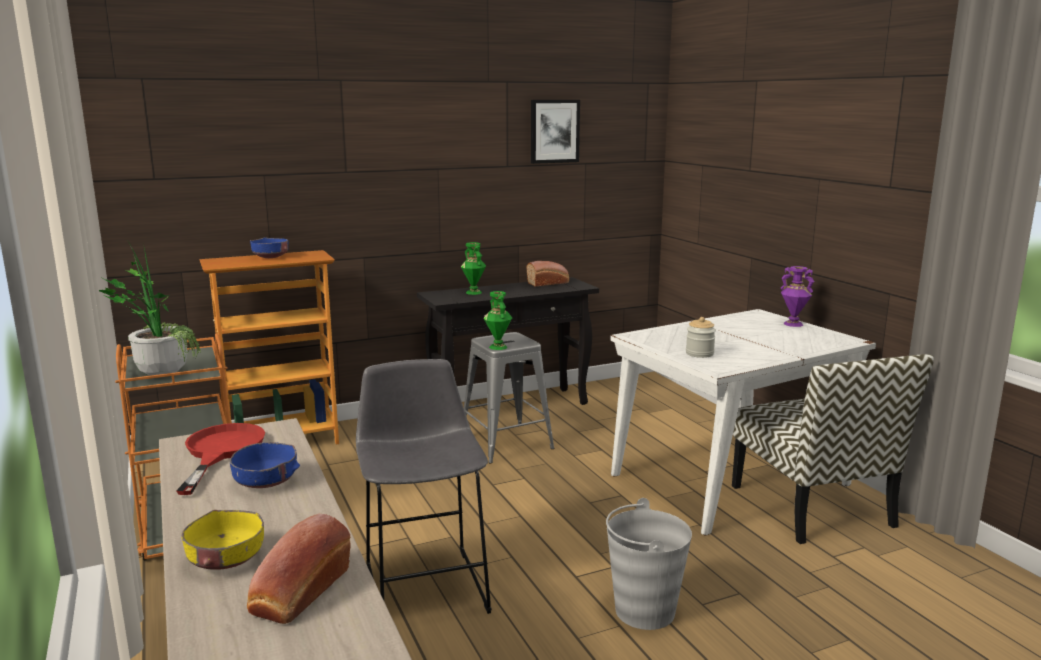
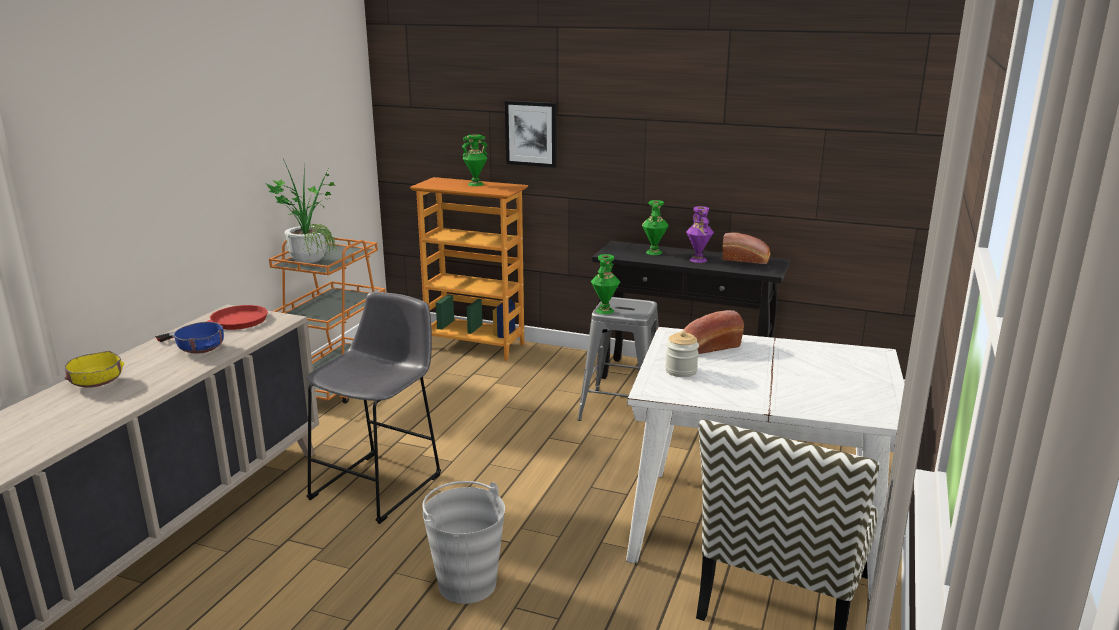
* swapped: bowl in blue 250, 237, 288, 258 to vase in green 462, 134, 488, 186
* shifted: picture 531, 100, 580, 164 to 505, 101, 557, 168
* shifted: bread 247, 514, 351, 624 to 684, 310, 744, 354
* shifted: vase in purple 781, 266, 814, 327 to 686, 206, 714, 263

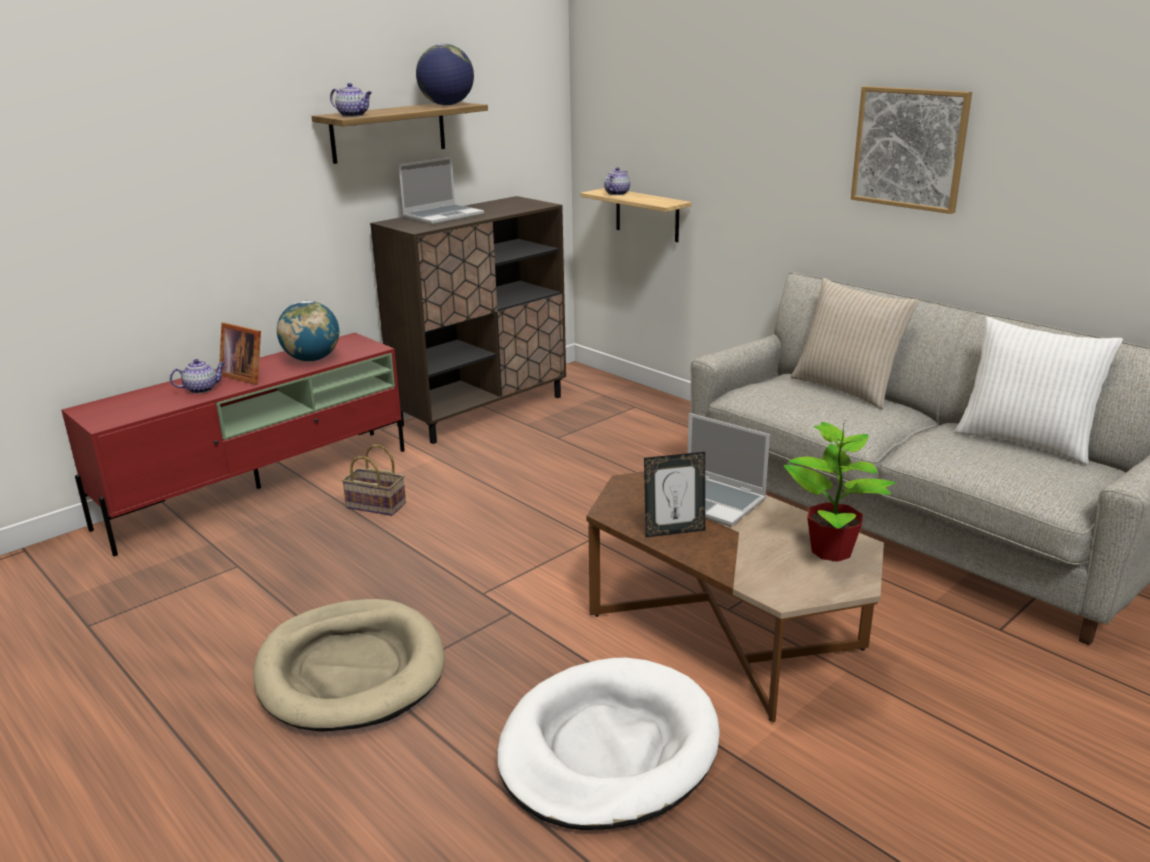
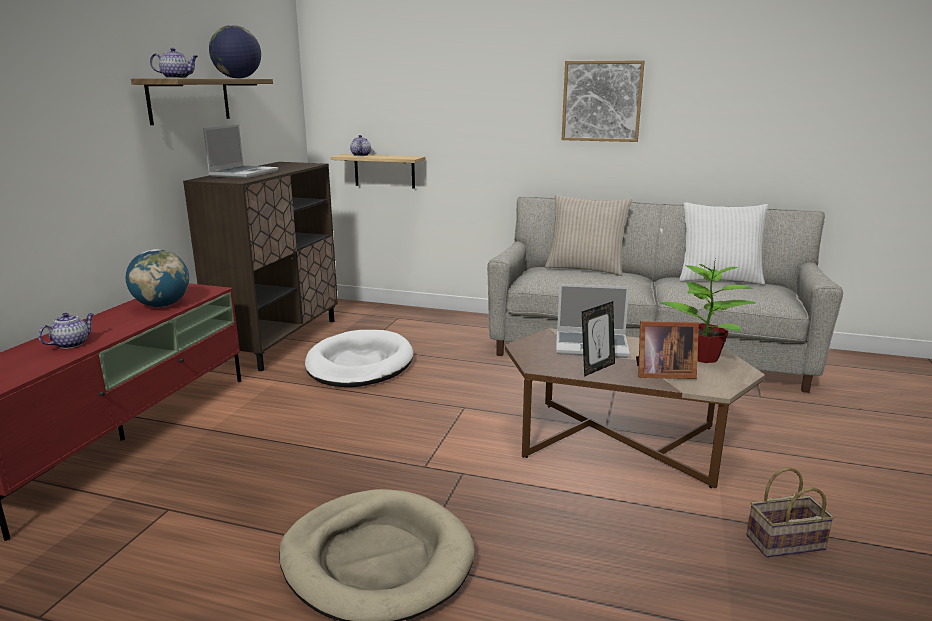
* shifted: dog bed in white 497, 658, 720, 830 to 305, 330, 413, 387
* shifted: picture frame 219, 323, 261, 385 to 636, 321, 699, 379
* shifted: basket 342, 445, 406, 516 to 746, 467, 834, 558

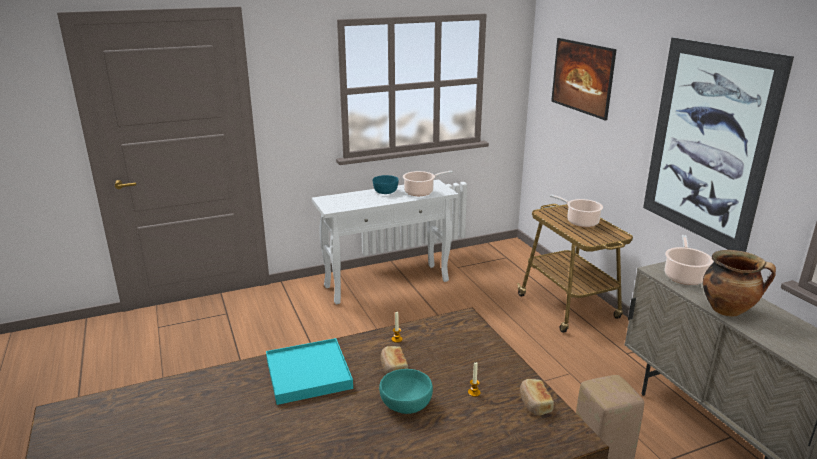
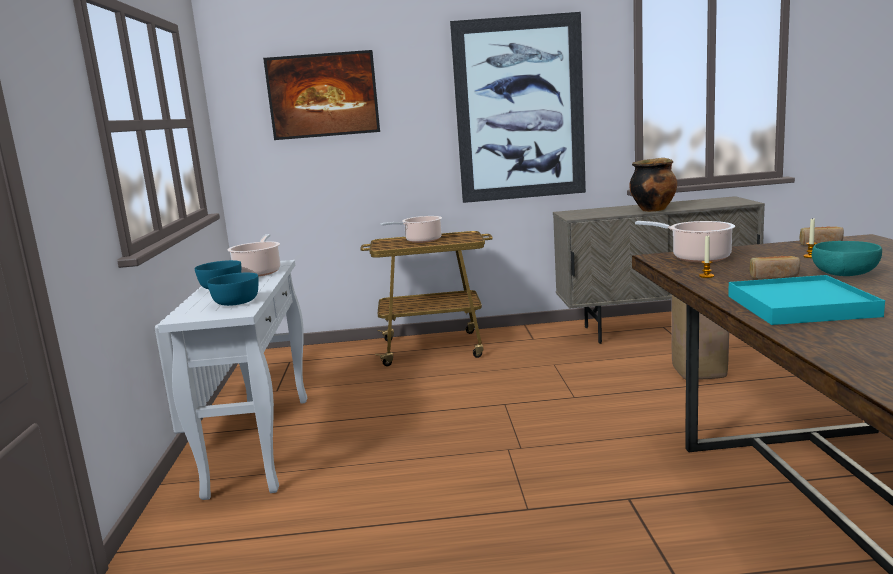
* new: bowl in turquoise 207, 272, 259, 306
* shifted: cooking pot 665, 235, 713, 285 to 635, 221, 735, 262

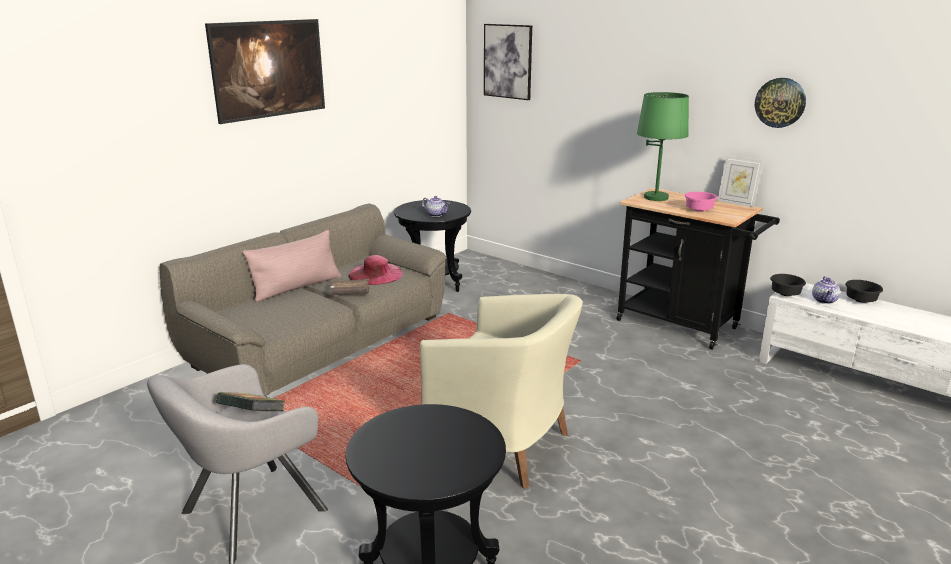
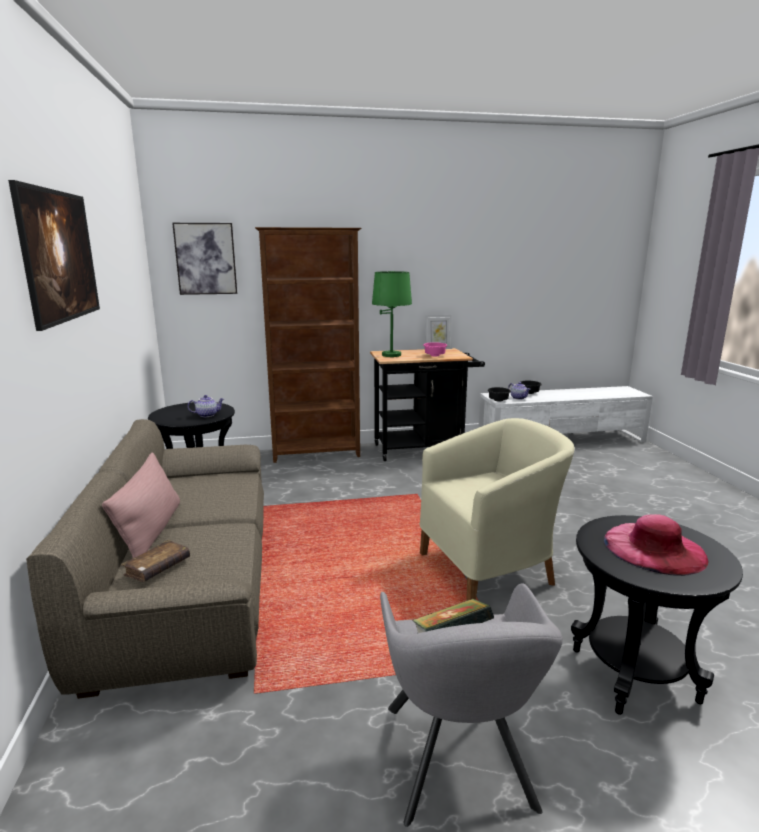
* shifted: book in brown 329, 279, 370, 295 to 121, 540, 190, 582
* new: bookcase in brown 255, 227, 362, 463
* shifted: hat in pink 349, 255, 403, 285 to 604, 514, 709, 576
* gone: wall clock 755, 78, 806, 128

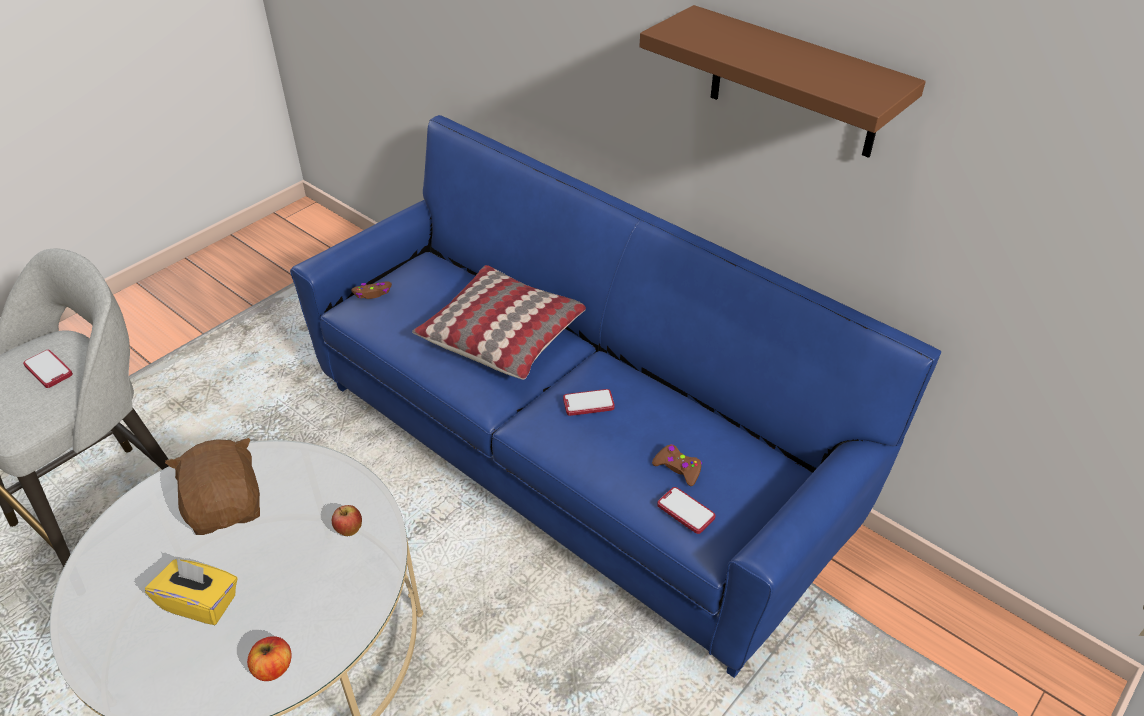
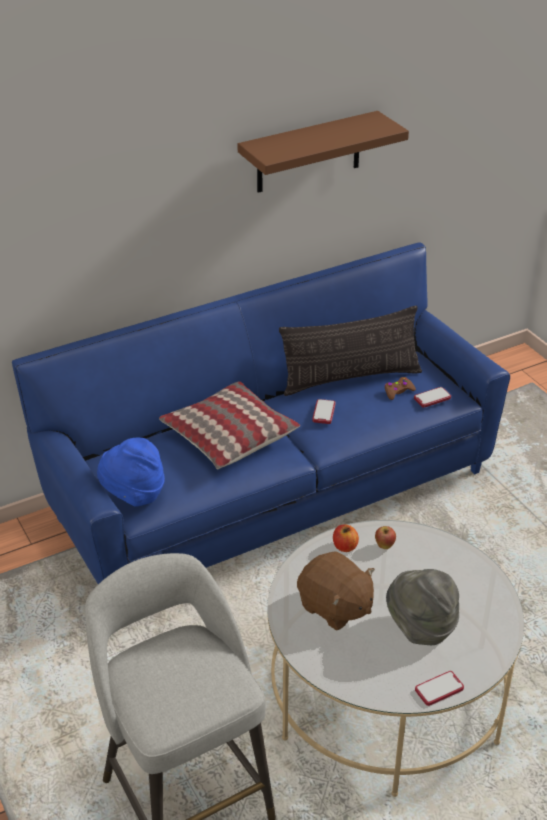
* swapped: game controller in brown 351, 281, 392, 299 to hat in blue 97, 438, 165, 507
* new: pillow 279, 305, 422, 396
* rotated: plush toy in brown 165, 438, 260, 535 = 297, 551, 375, 631 135 degrees counterclockwise
* shifted: apple 247, 636, 292, 681 to 333, 525, 359, 552
* swapped: tissue box in yellow 145, 558, 237, 625 to hat in grey 386, 569, 459, 645
* shifted: phone 23, 350, 73, 388 to 415, 671, 464, 706

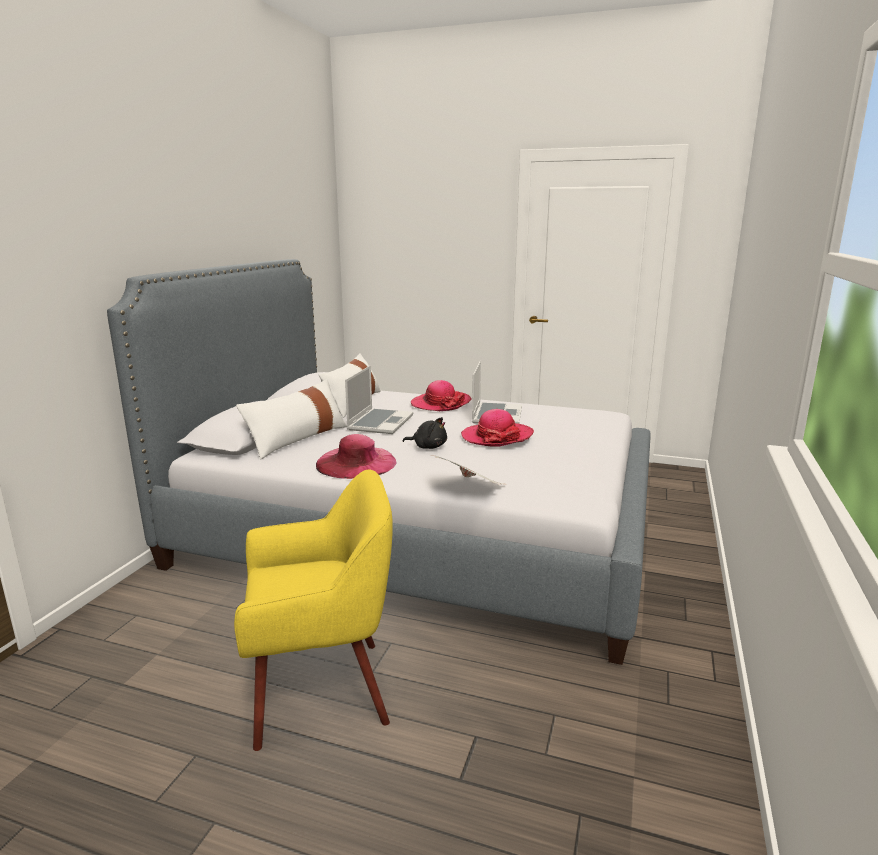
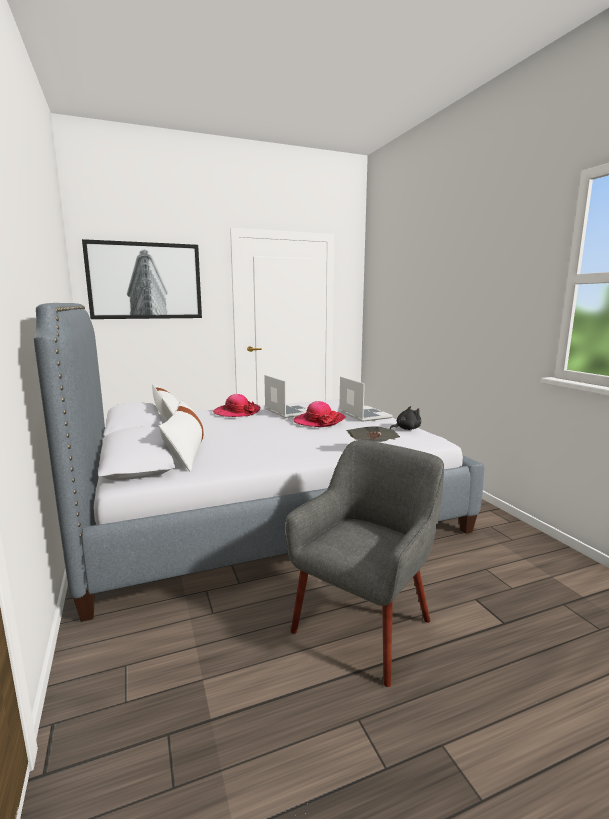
* new: picture 82, 239, 202, 319
* repainted: armchair in yellow 234, 470, 393, 751 to armchair in grey 285, 440, 444, 687
* shifted: laptop 345, 365, 413, 434 to 339, 376, 393, 422
* shifted: plush toy in black 403, 417, 447, 449 to 390, 406, 421, 430
* gone: hat in pink 316, 434, 397, 479

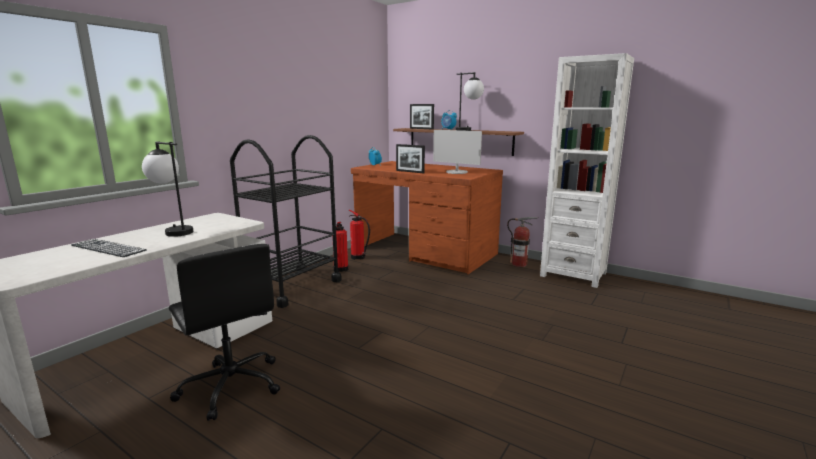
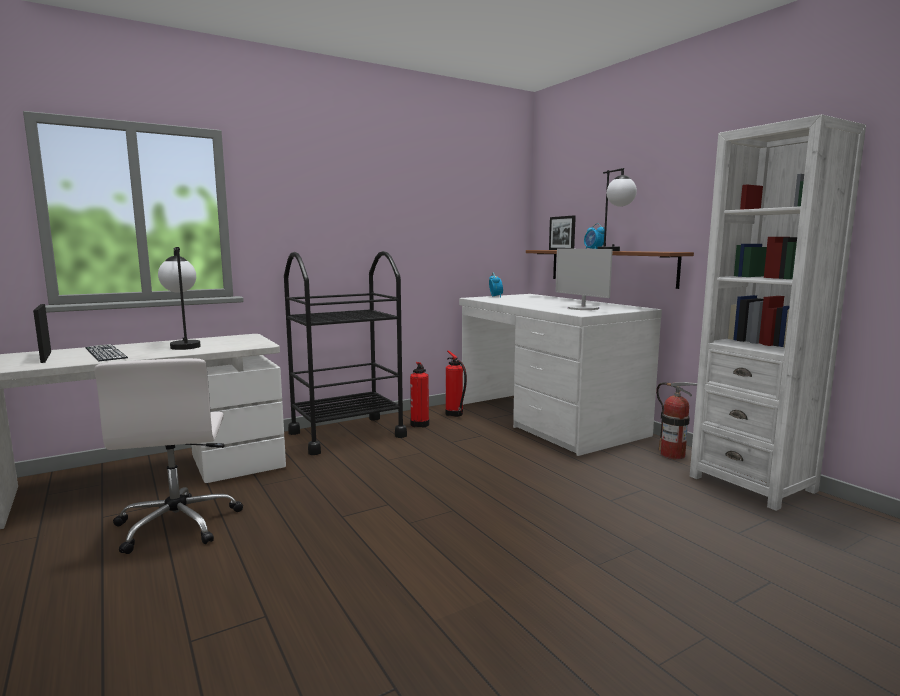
* shifted: picture frame 396, 144, 425, 173 to 33, 304, 51, 363
* repainted: office chair in black 169, 244, 280, 421 to office chair in white 94, 358, 243, 554
* repainted: desk in brown 351, 161, 503, 274 to desk in white 459, 294, 662, 456

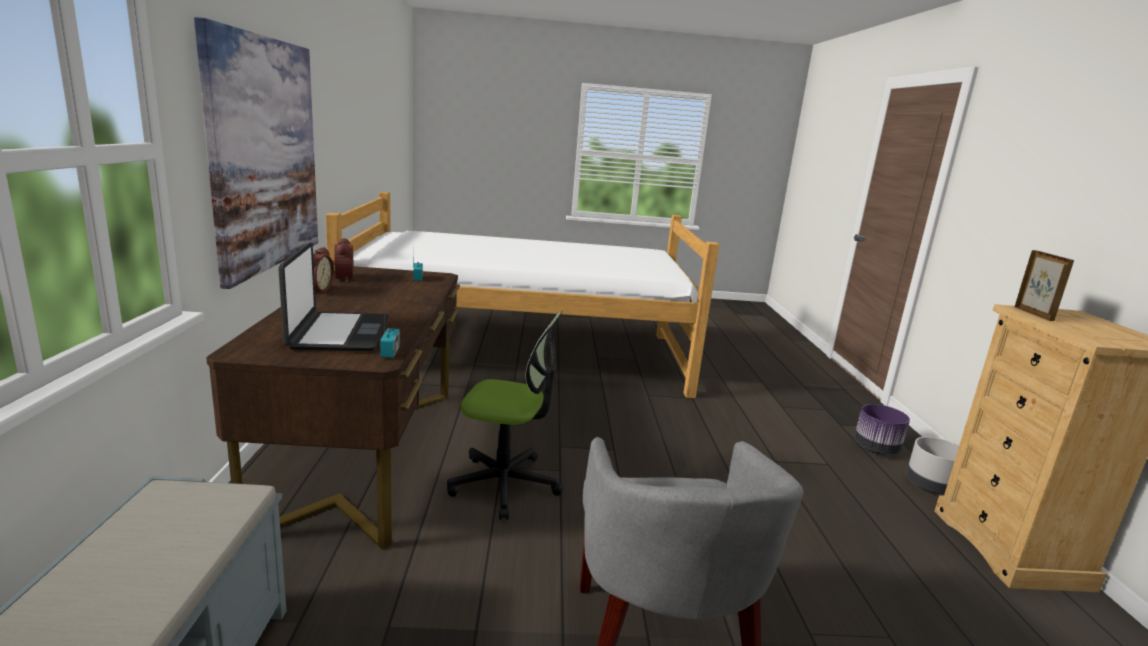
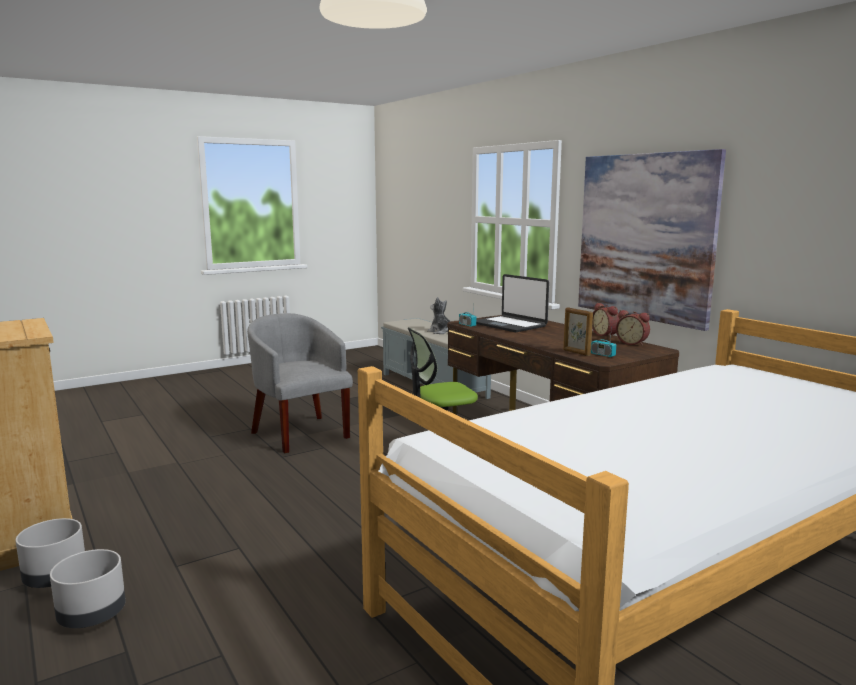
* repainted: planter in purple 854, 404, 910, 455 to planter in grey 50, 549, 126, 628
* new: plush toy 427, 297, 450, 334
* shifted: picture frame 1015, 250, 1074, 321 to 563, 308, 593, 356

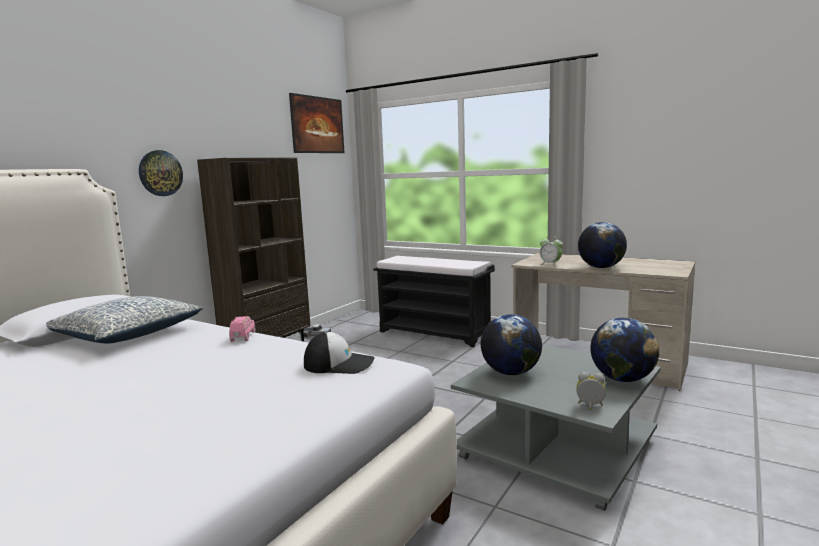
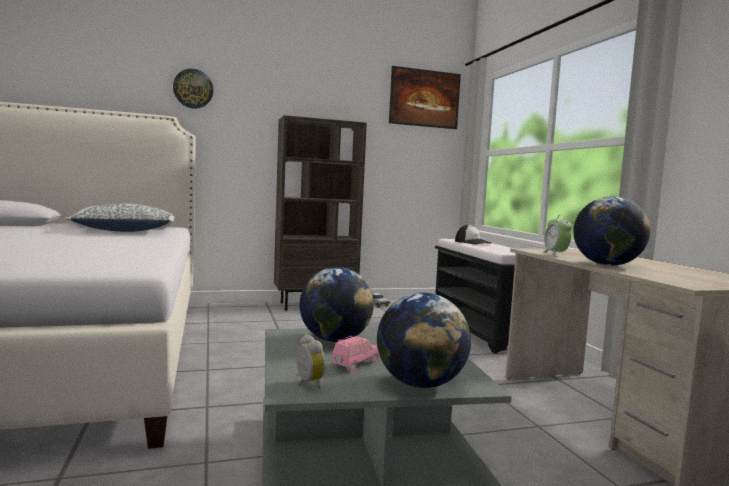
* shifted: wall clock 139, 150, 183, 196 to 173, 69, 213, 109
* shifted: toy car in pink 229, 316, 255, 342 to 332, 336, 379, 372
* shifted: cap 304, 332, 375, 374 to 455, 225, 491, 245

